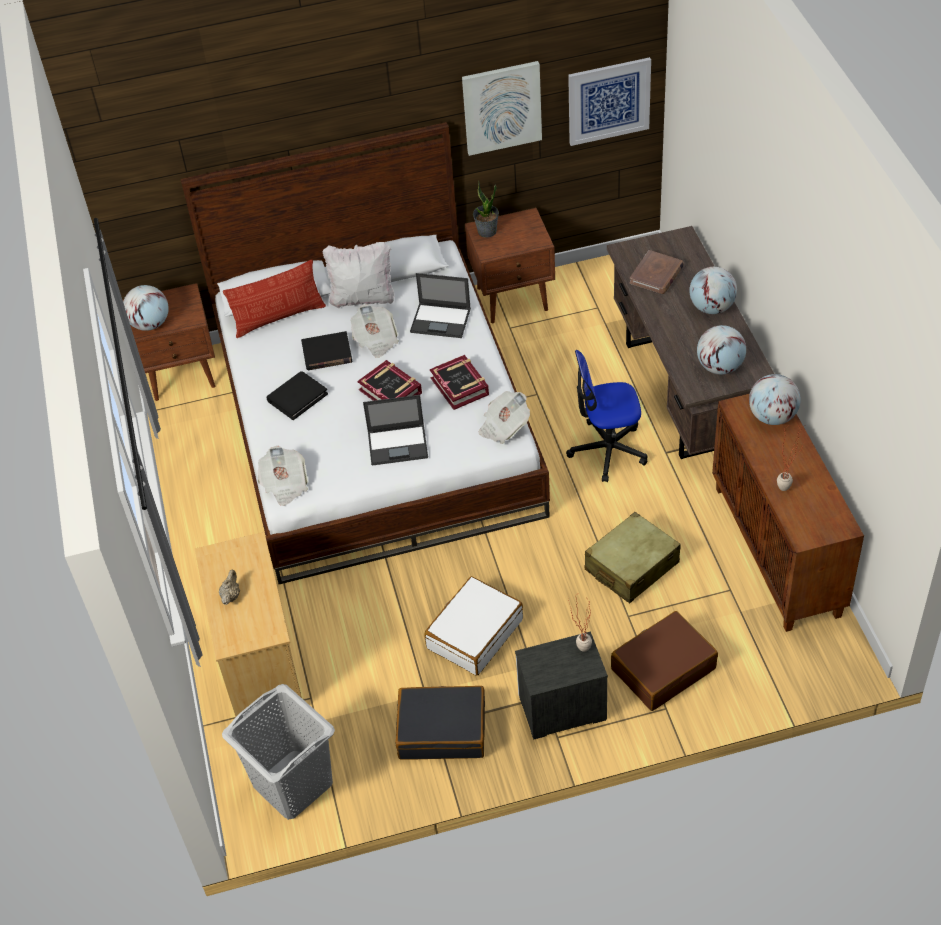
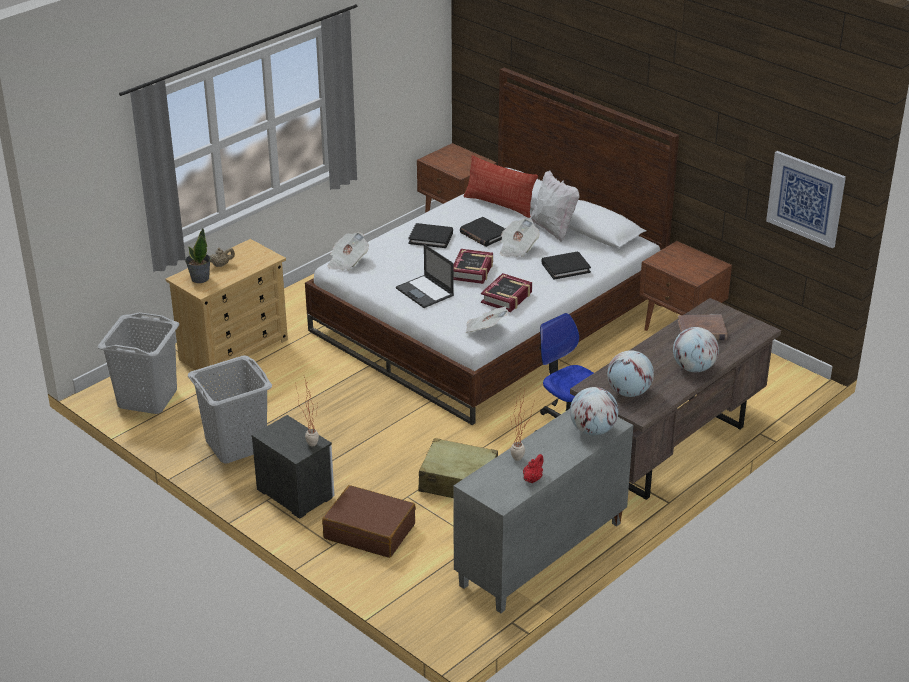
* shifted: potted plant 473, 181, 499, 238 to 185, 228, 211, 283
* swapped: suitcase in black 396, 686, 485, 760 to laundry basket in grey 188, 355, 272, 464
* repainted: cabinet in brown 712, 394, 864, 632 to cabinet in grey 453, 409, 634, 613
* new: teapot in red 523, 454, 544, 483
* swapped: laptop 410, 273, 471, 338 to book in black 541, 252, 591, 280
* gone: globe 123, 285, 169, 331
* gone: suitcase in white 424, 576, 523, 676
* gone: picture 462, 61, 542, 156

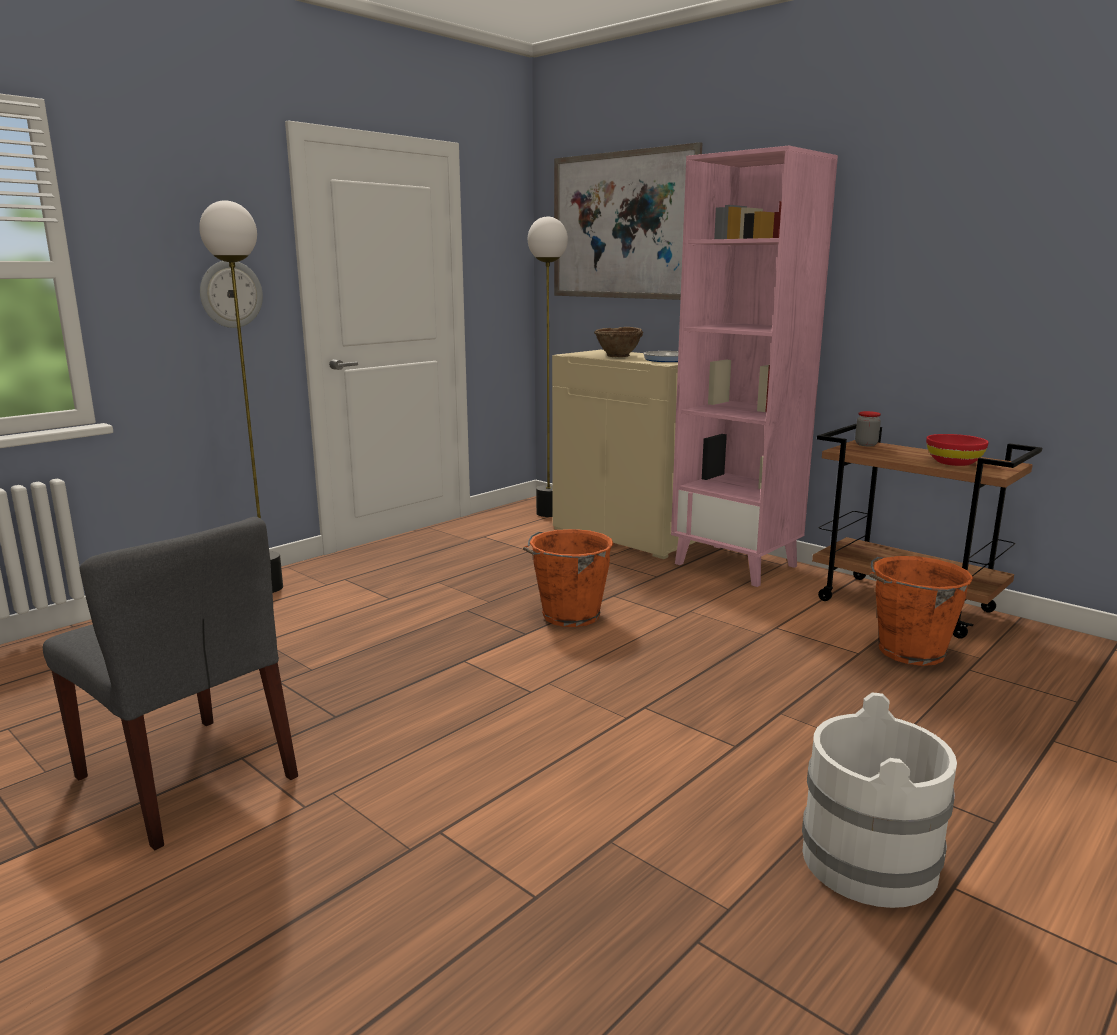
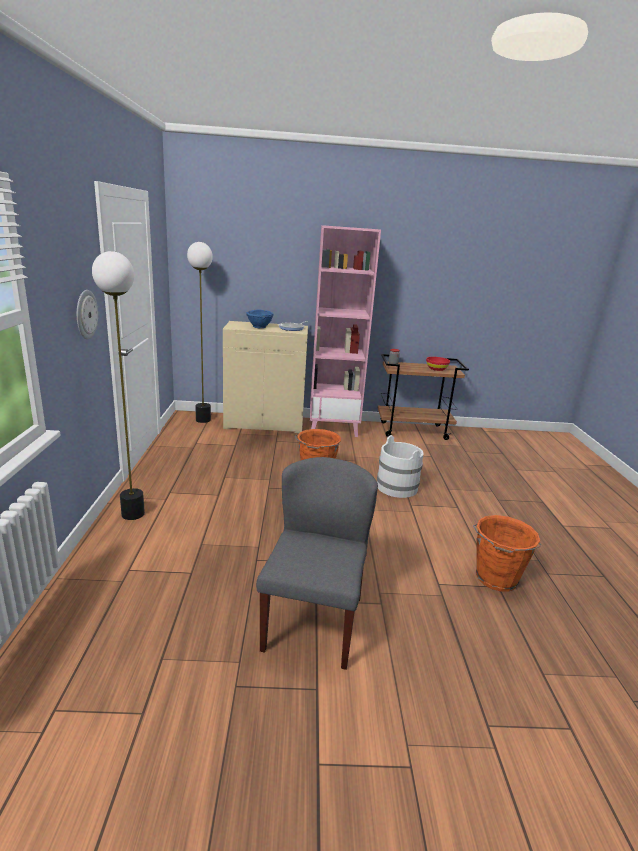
* repainted: bowl in brown 594, 327, 643, 357 to bowl in blue 246, 310, 274, 328
* rotated: chair in grey 43, 517, 298, 850 = 256, 457, 378, 670 75 degrees counterclockwise
* shifted: bucket in white 802, 693, 957, 908 to 377, 435, 424, 498
* shifted: bucket in orange 869, 556, 973, 666 to 473, 515, 542, 592
* gone: picture 554, 142, 702, 300

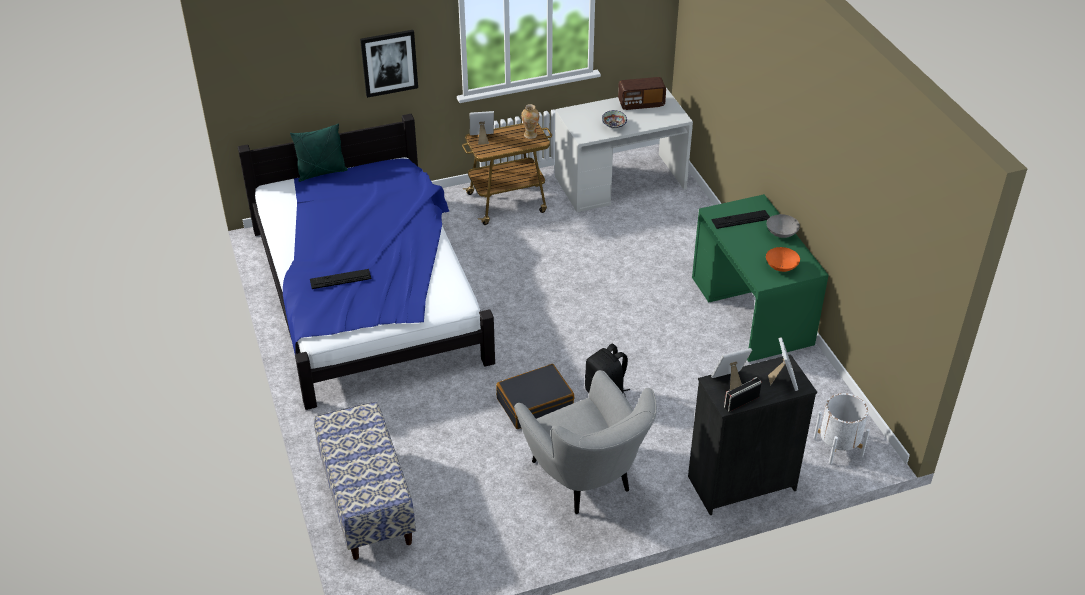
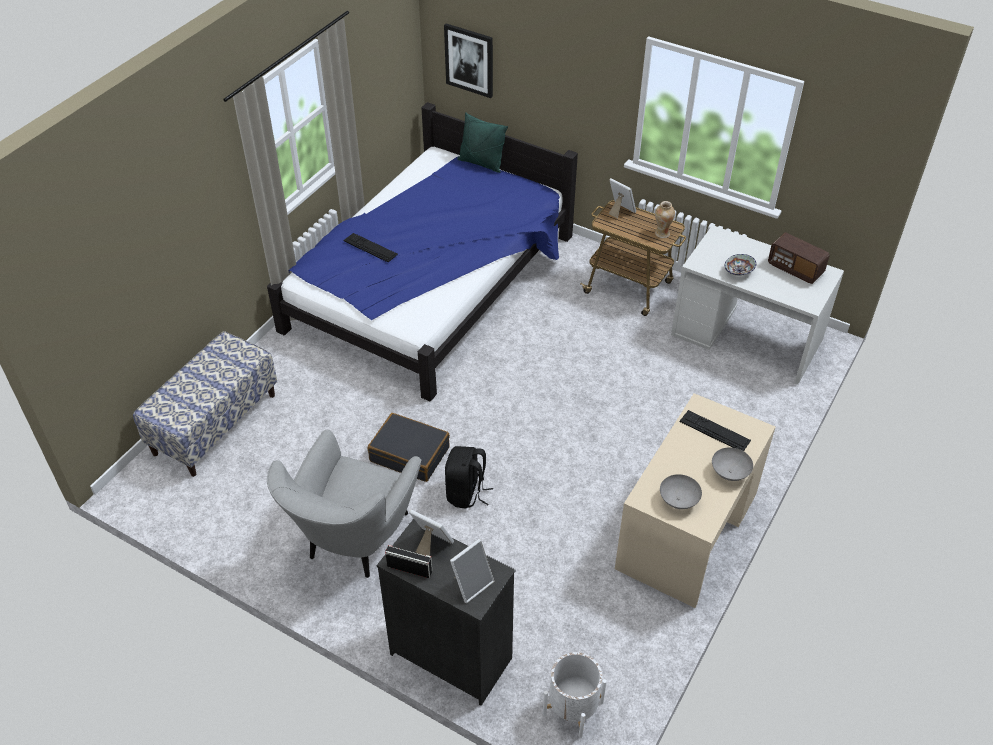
* shifted: picture 360, 30, 418, 98 to 444, 23, 493, 98
* repainted: desk in green 692, 194, 829, 362 to desk in beige 615, 393, 776, 608
* repainted: bowl in orange 766, 247, 800, 272 to bowl in grey 660, 474, 702, 509

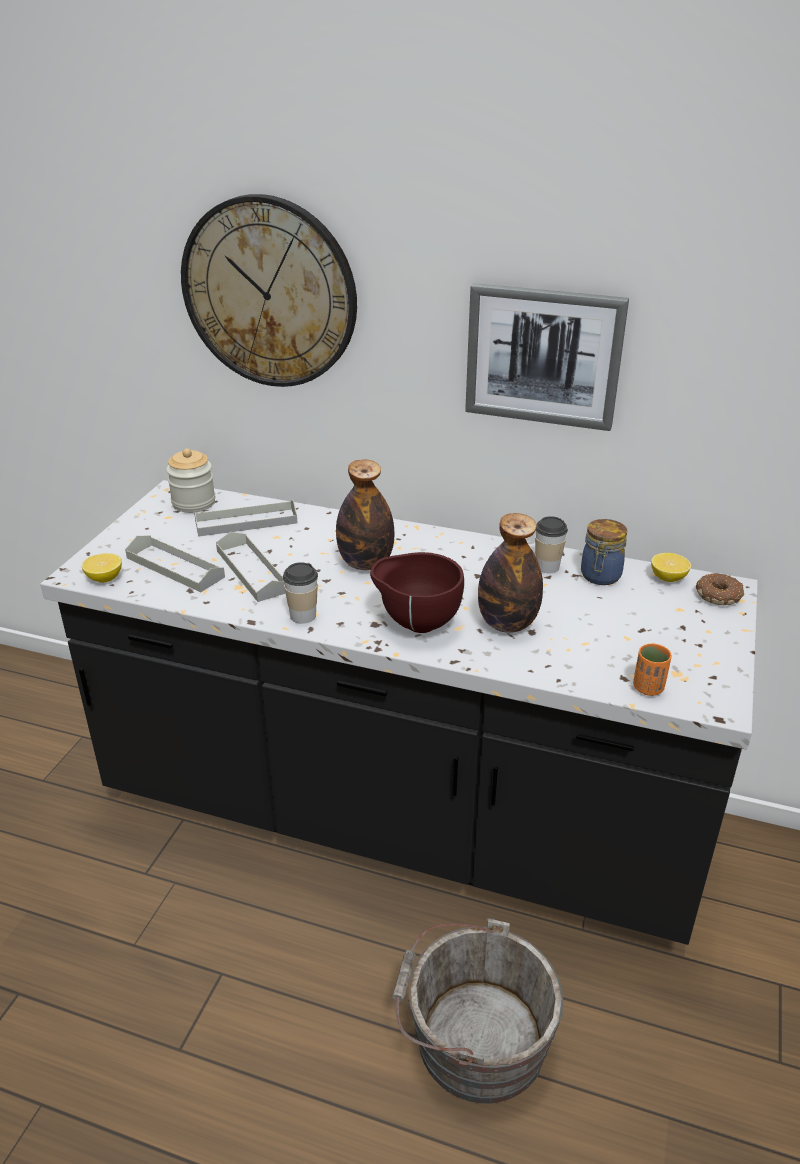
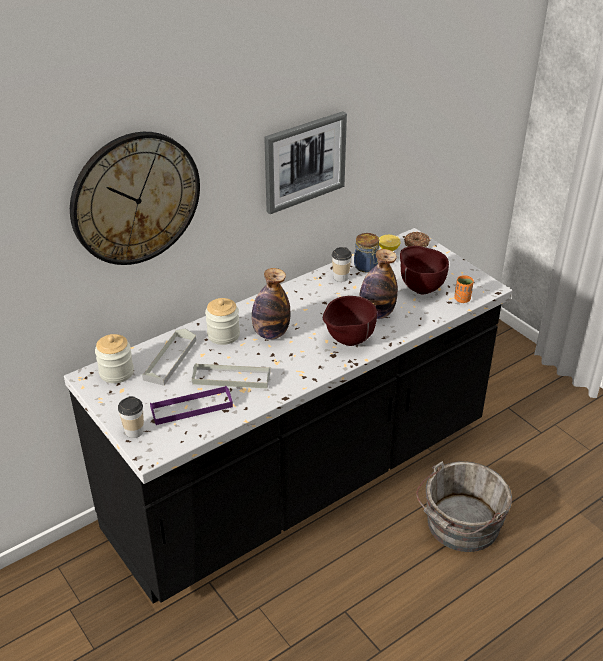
* shifted: cup 283, 562, 318, 624 to 118, 396, 144, 438
* repainted: tray in grey 125, 536, 225, 592 to tray in purple 150, 386, 233, 425
* new: jar 205, 298, 240, 345
* new: bowl in brown 400, 245, 449, 294
* gone: lemon 82, 553, 122, 583

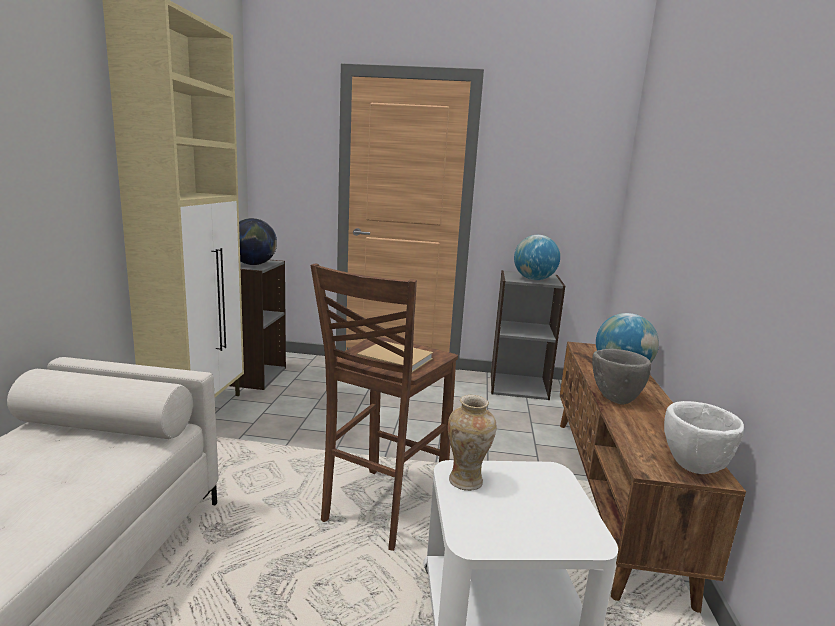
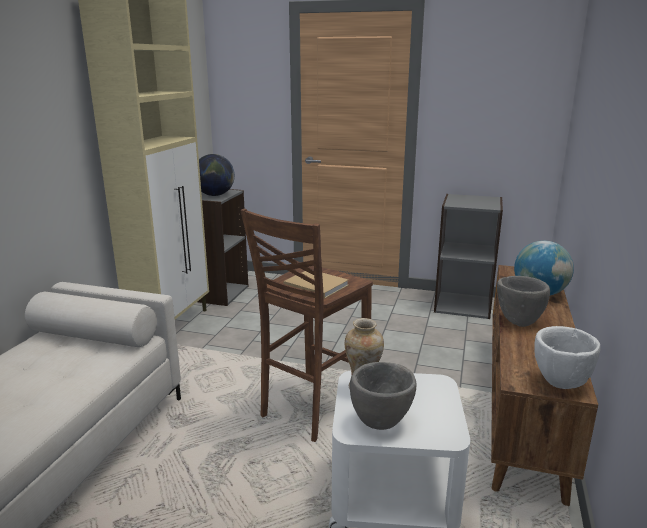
* new: bowl in grey 350, 362, 416, 430
* gone: globe 514, 235, 560, 280

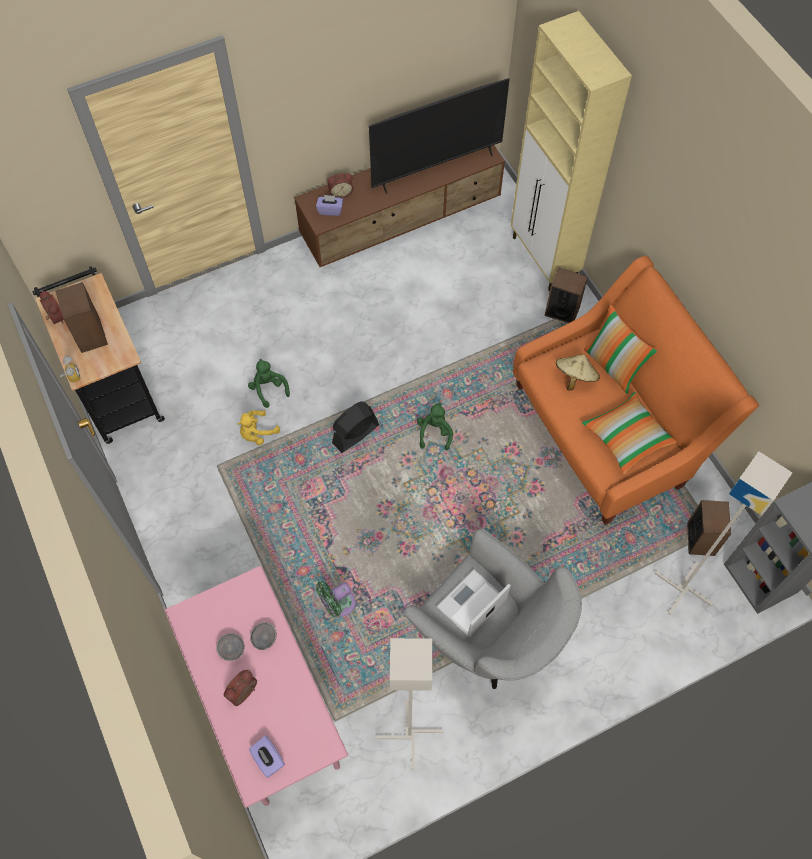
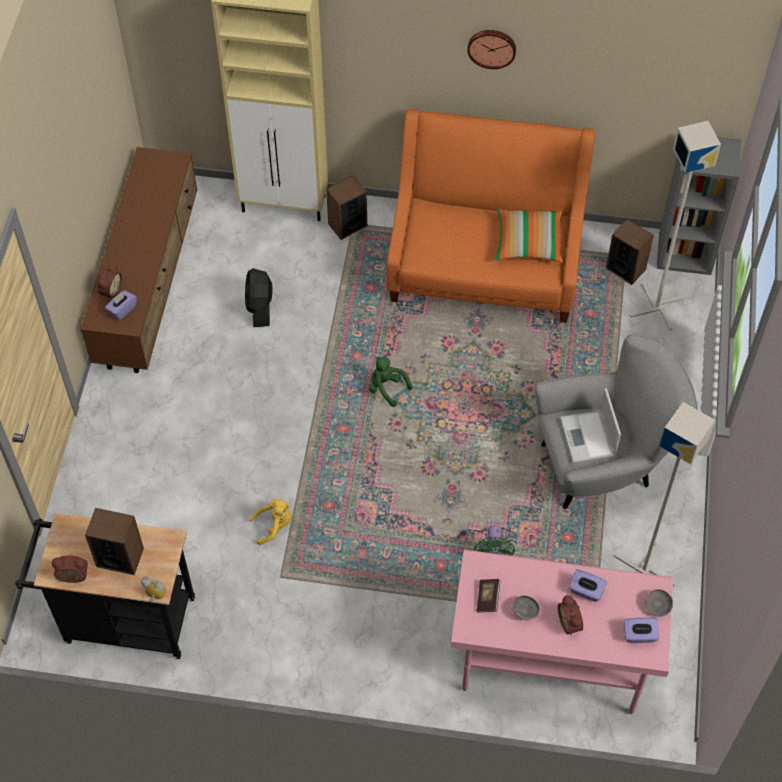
* shifted: fan in black 332, 401, 379, 453 to 245, 268, 273, 327
* rotated: plush toy in yellow 237, 410, 280, 445 = 249, 499, 291, 545 105 degrees counterclockwise
* new: wall clock 467, 30, 516, 69
* new: book 476, 579, 501, 613
* new: tissue box in purple 569, 569, 607, 602
* shifted: bowl in grey 250, 622, 277, 650 to 645, 589, 673, 617
* gone: plush toy in green 248, 359, 290, 408
* gone: television 369, 78, 510, 194
* gone: hat in beige 556, 354, 600, 390
* gone: pillow 584, 305, 657, 394

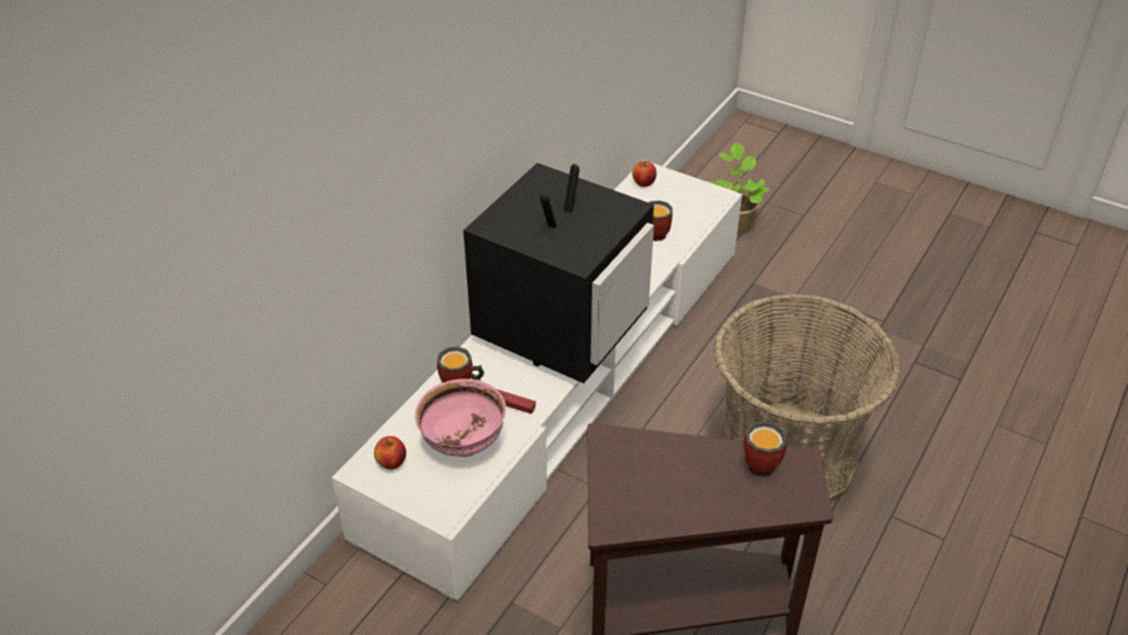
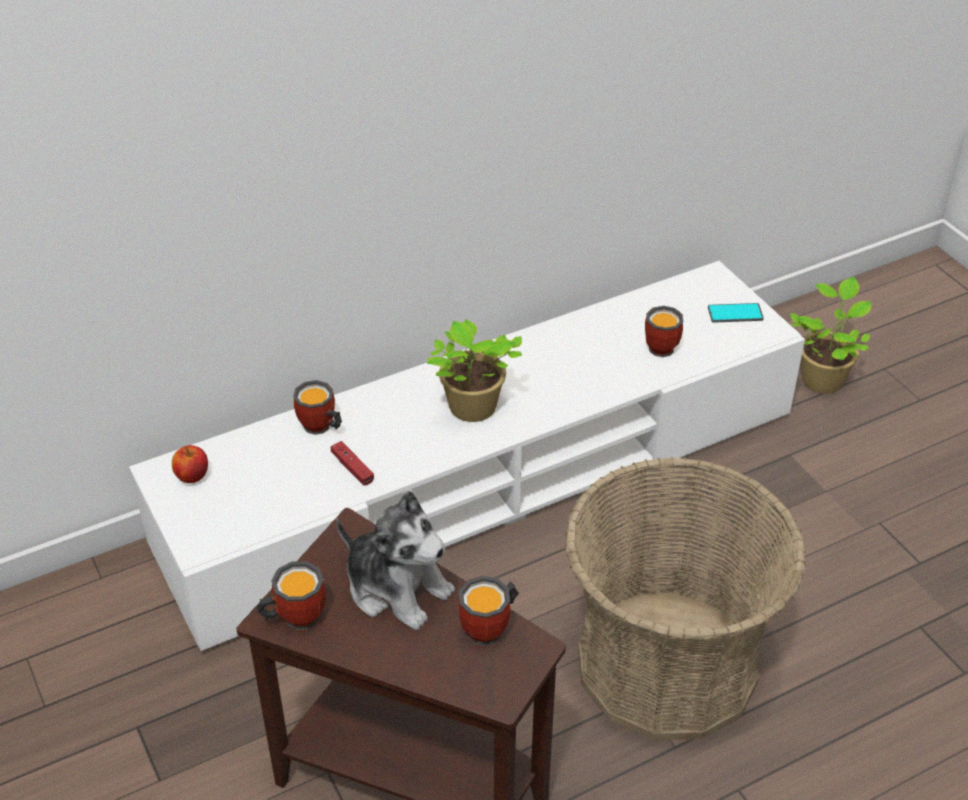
* new: mug 257, 561, 326, 630
* new: plush toy 336, 491, 455, 630
* swapped: television 463, 163, 654, 383 to potted plant 427, 319, 522, 422
* new: phone 708, 303, 764, 323
* gone: bowl in pink 415, 379, 506, 457
* gone: apple 632, 161, 657, 187

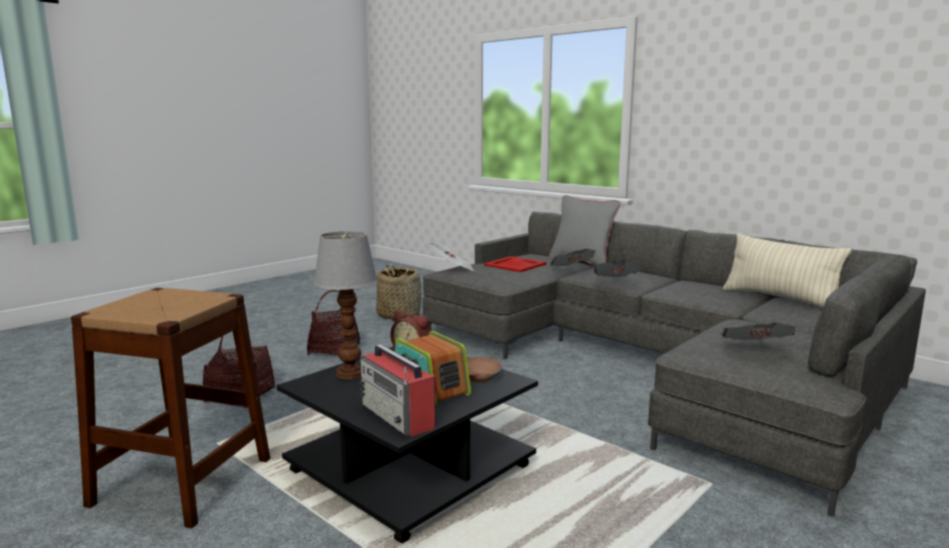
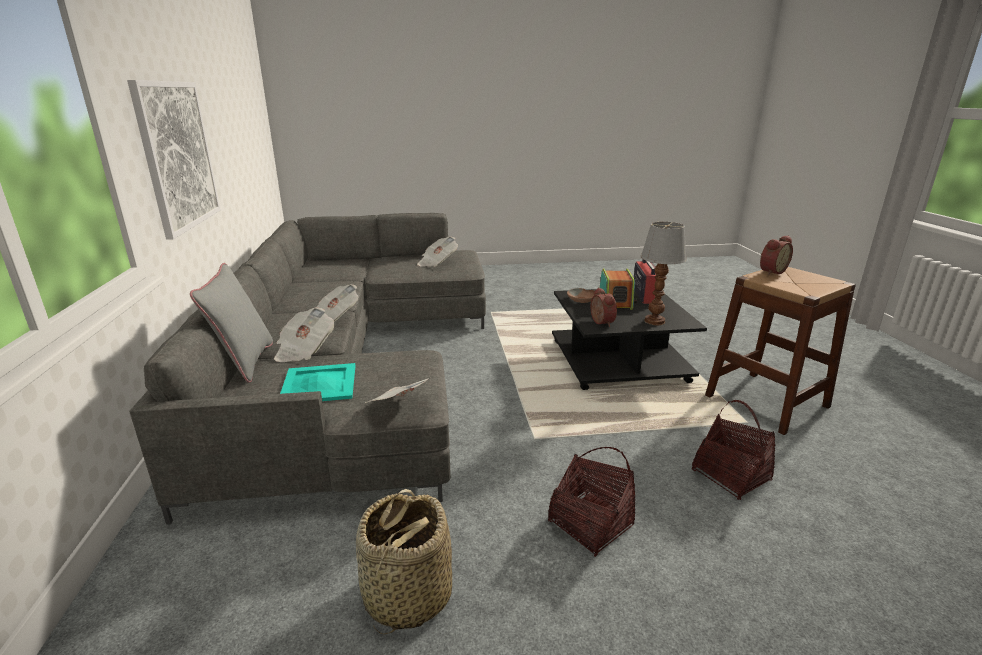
* new: picture 127, 80, 221, 240
* repainted: tray in red 484, 256, 547, 272 to tray in turquoise 280, 363, 355, 401
* new: alarm clock 760, 235, 793, 275
* gone: pillow in beige 723, 234, 852, 308

